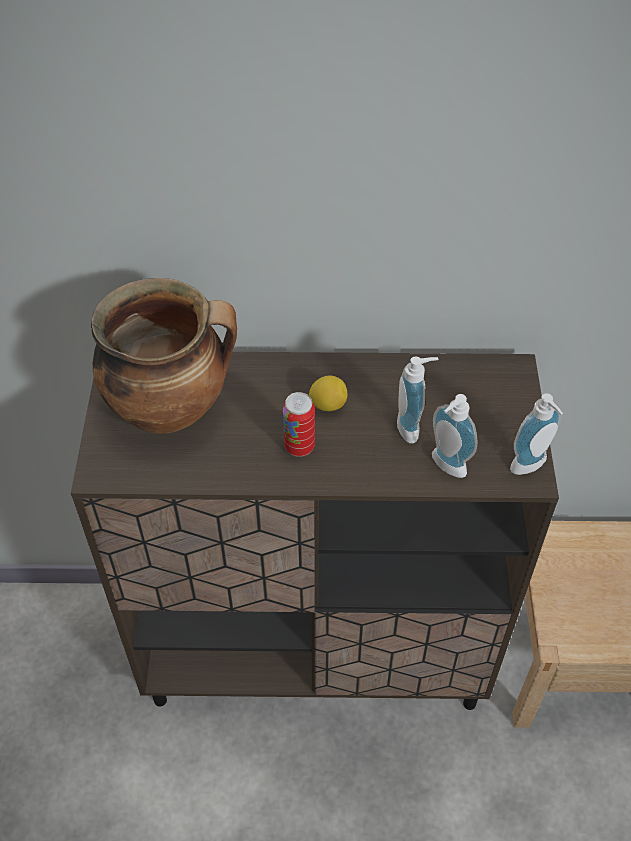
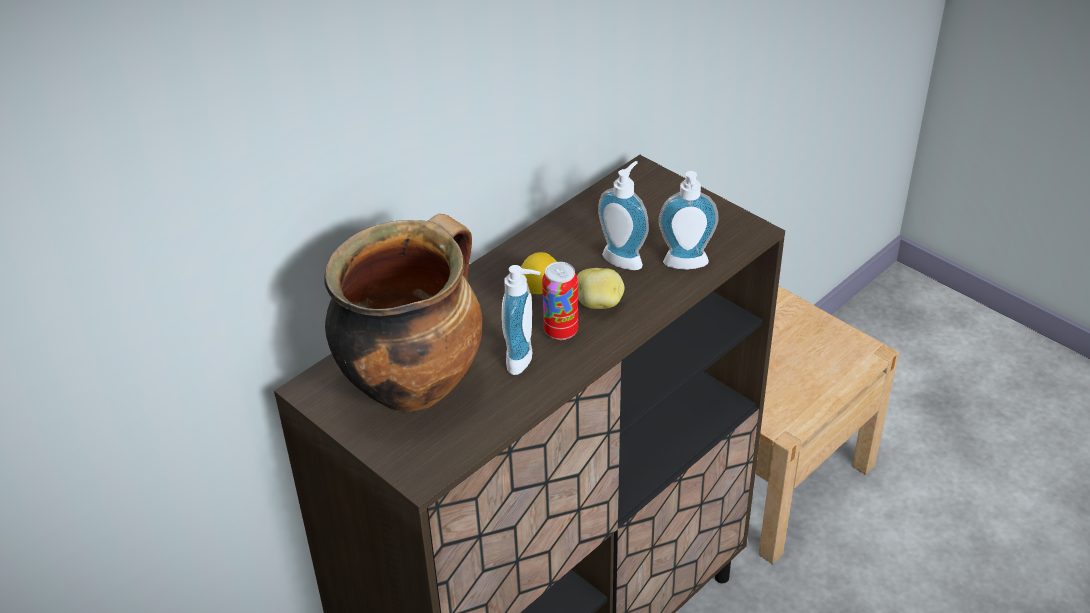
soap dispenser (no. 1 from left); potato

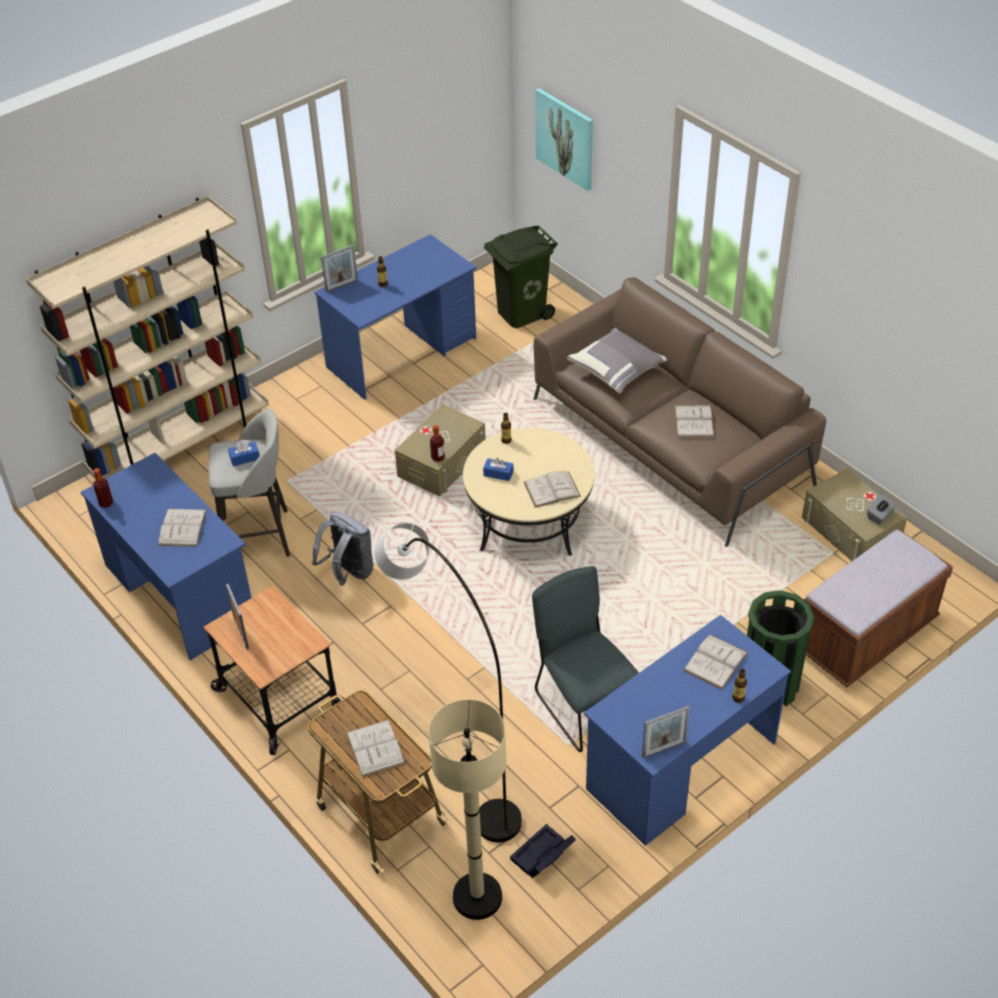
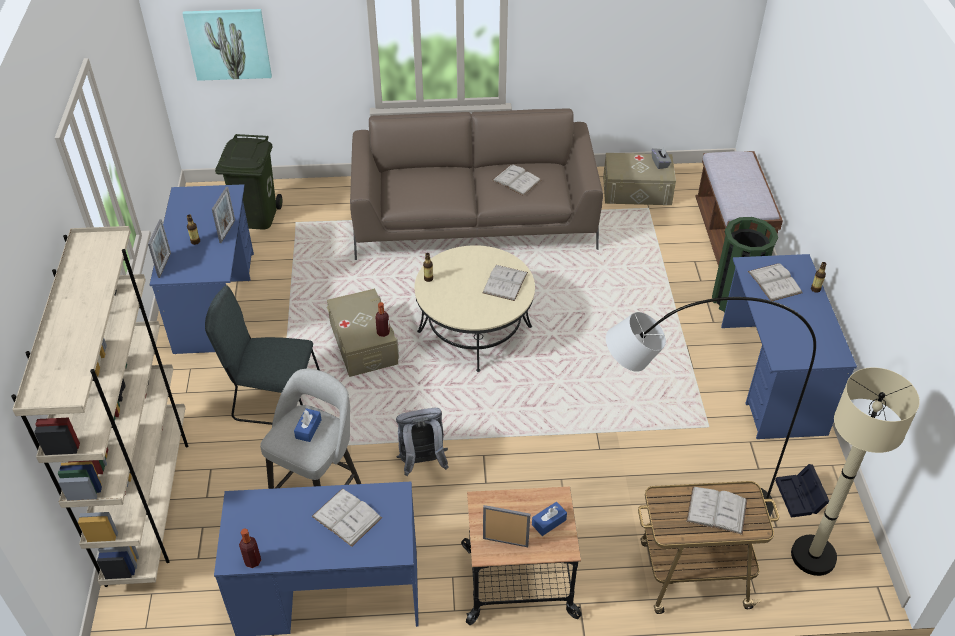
grey chair; picture frame (no. 2 from left); blue tissue box (no. 2 from left); grey pillow

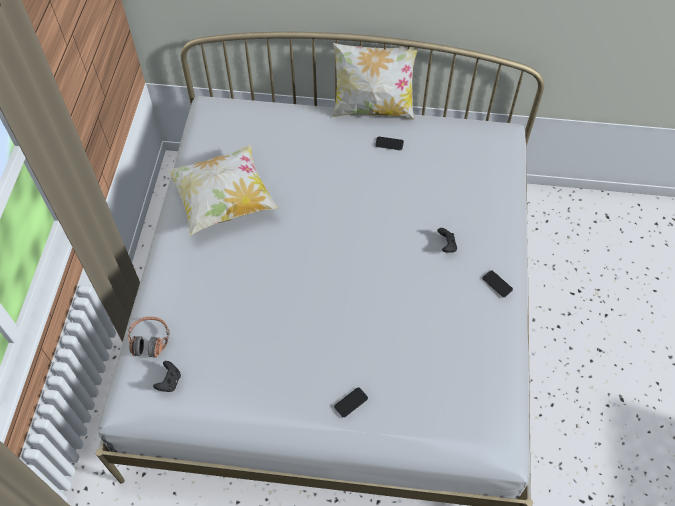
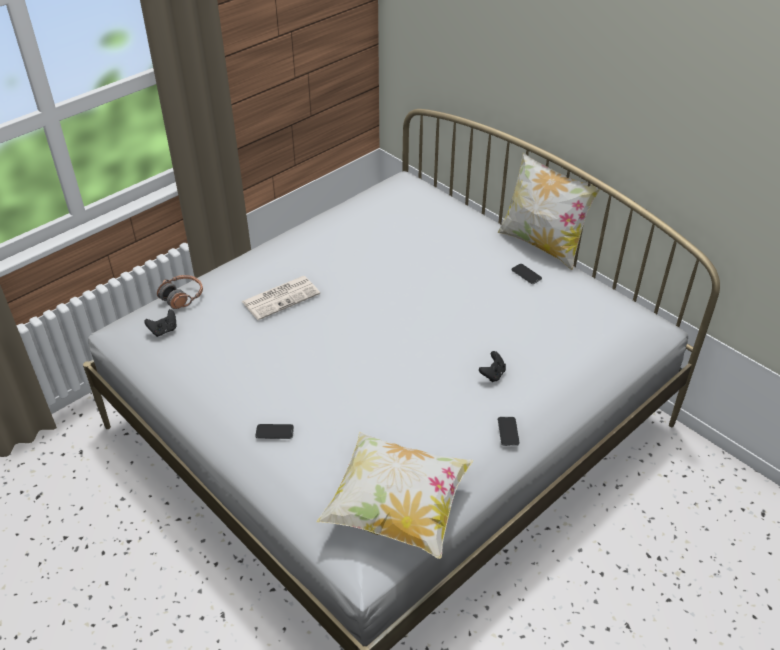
newspaper; pillow (no. 1 from left)

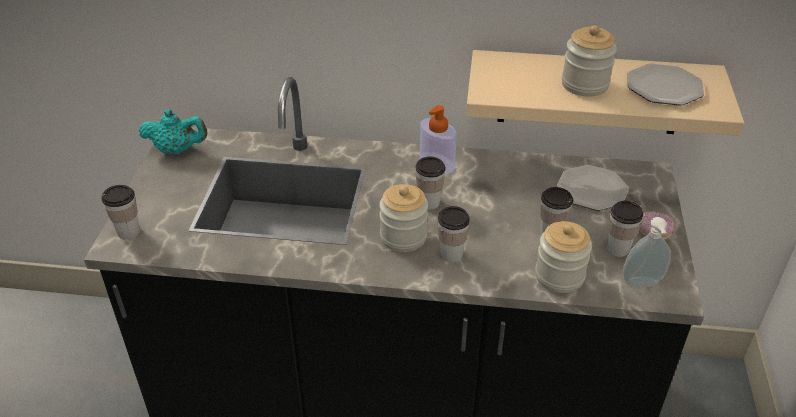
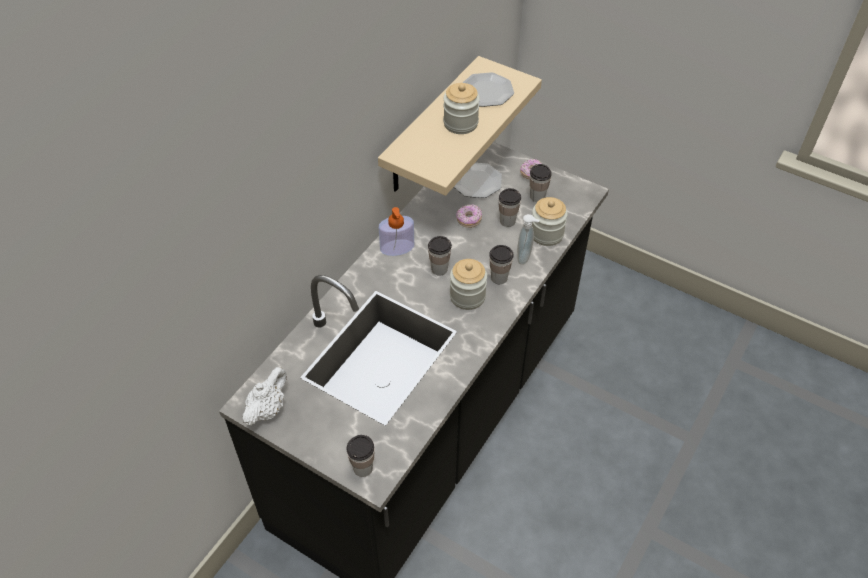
white teapot; donut (no. 1 from left); soap dispenser (no. 2 from left)

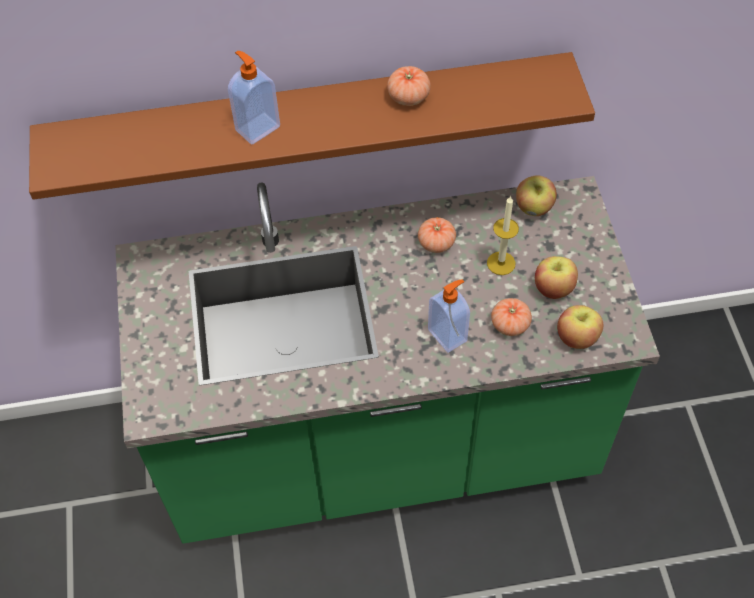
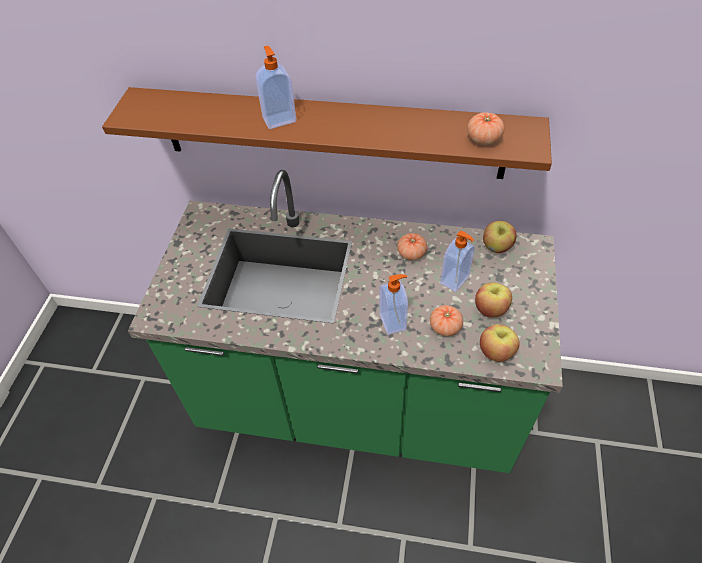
soap dispenser (no. 3 from left); tomato (no. 3 from left)

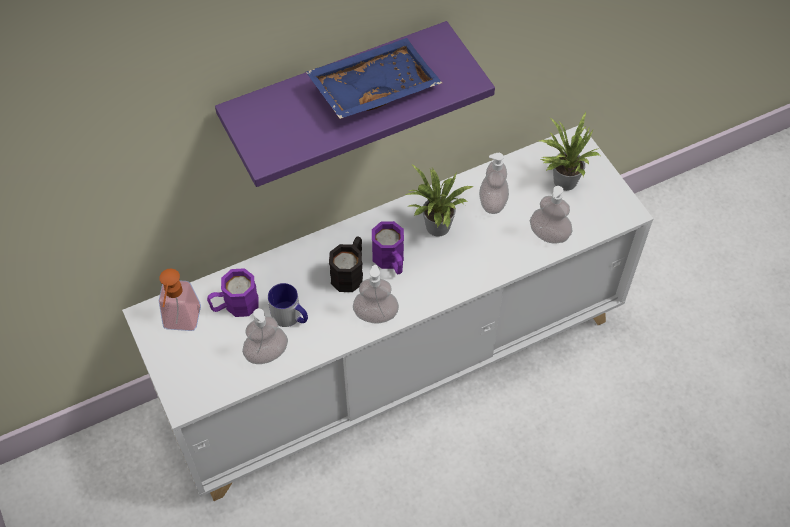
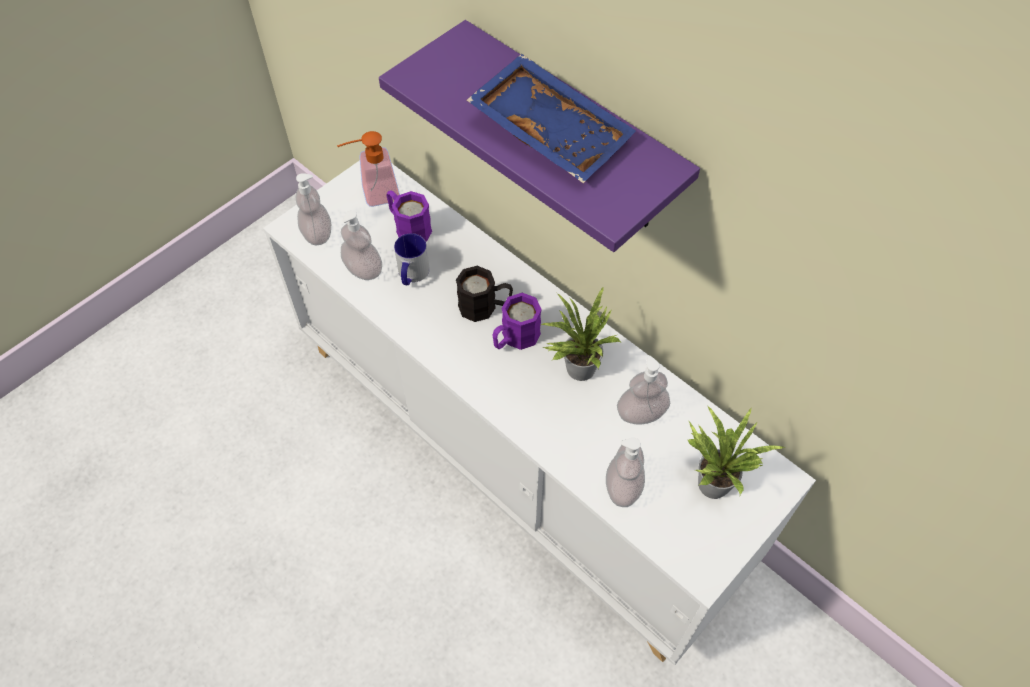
soap dispenser (no. 1 from left)

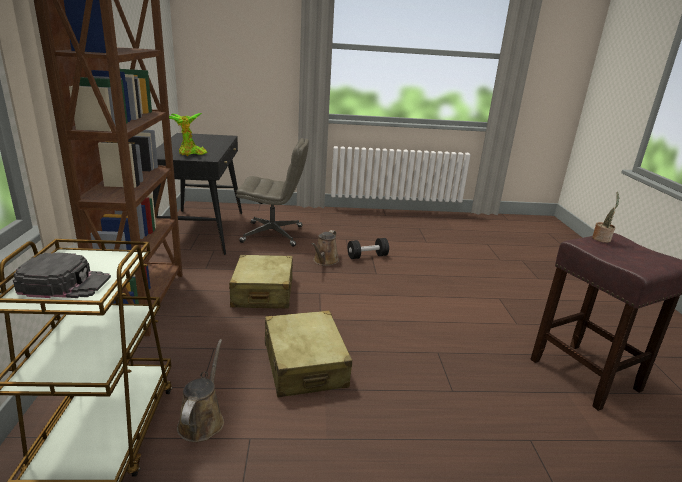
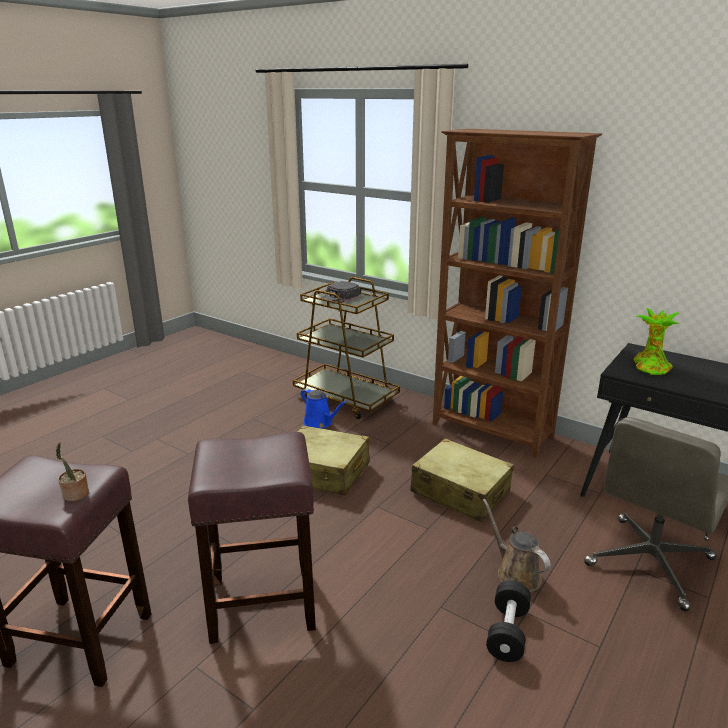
brown stool (no. 2 from left); blue watering can

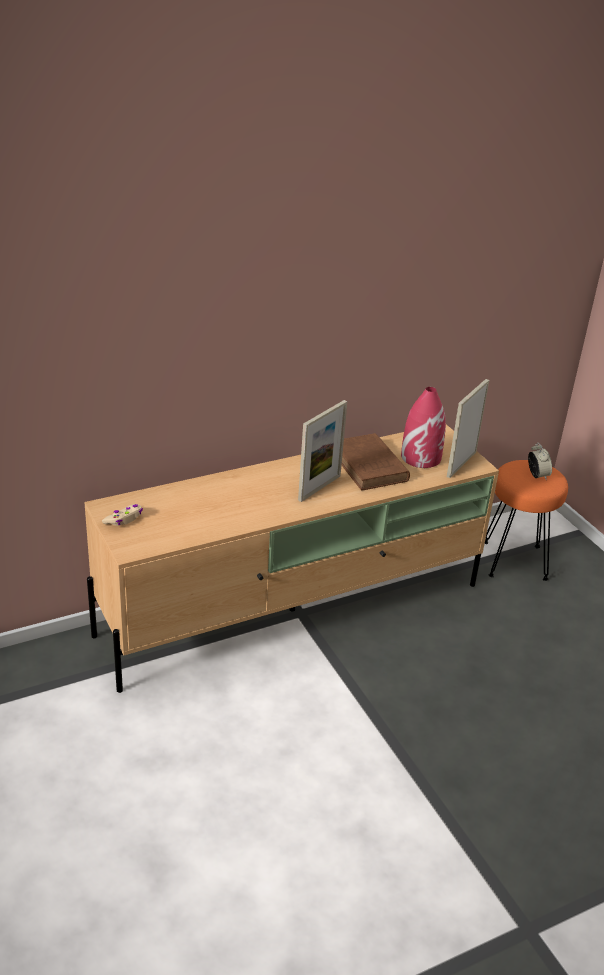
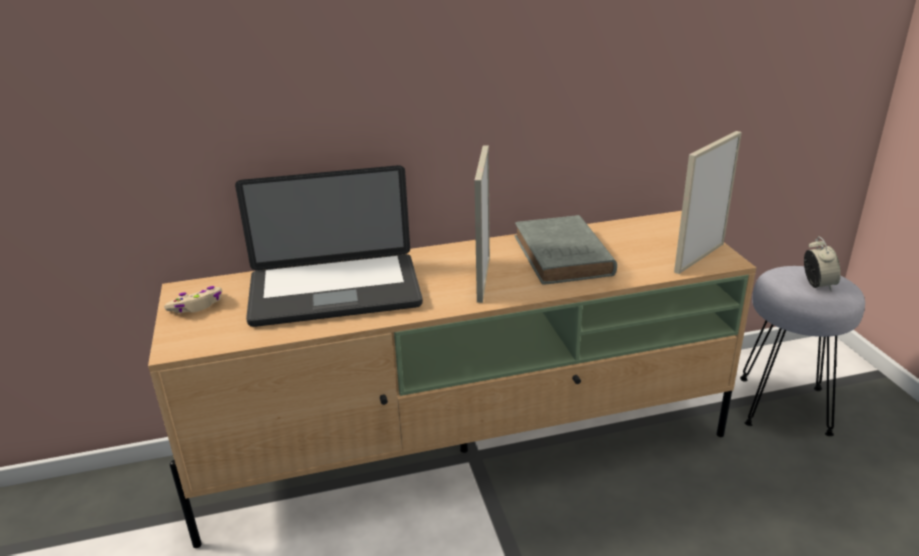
laptop; picture frame (no. 1 from left); grey book; grey stool; red vase

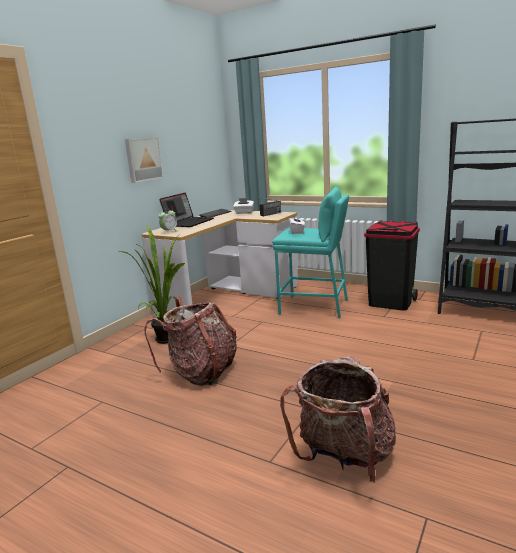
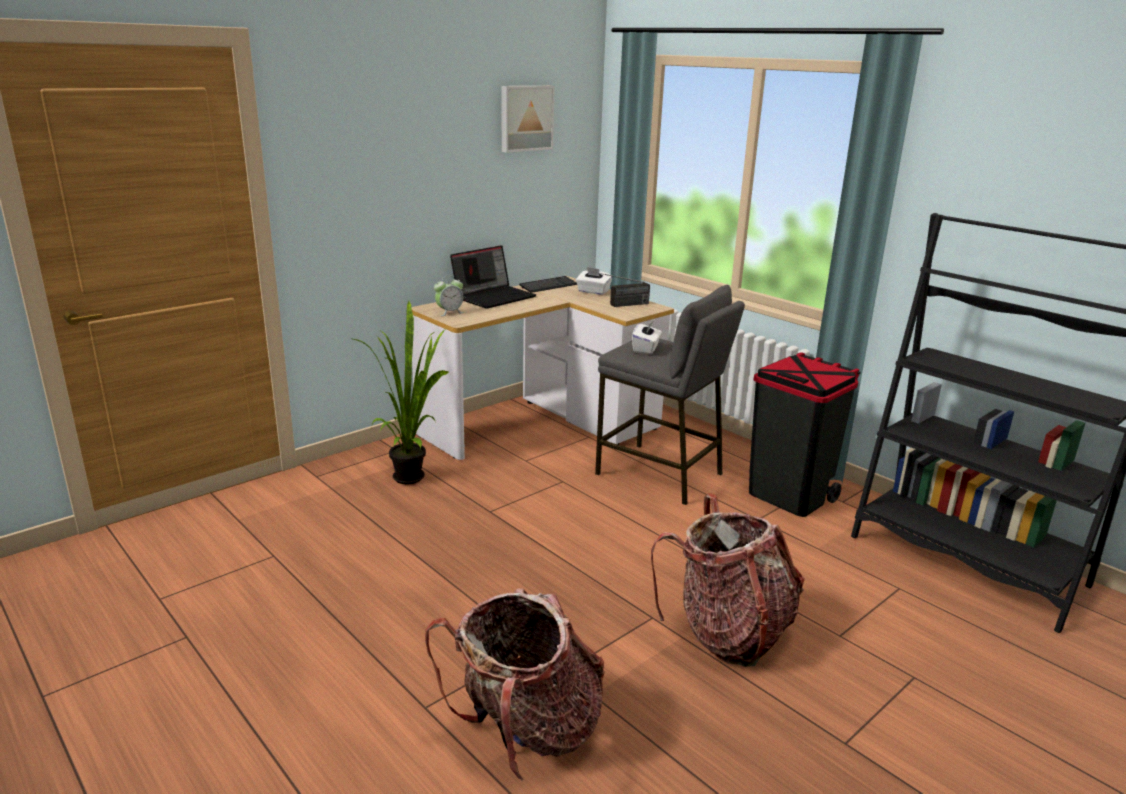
picture; grey stool; backpack (no. 2 from left)

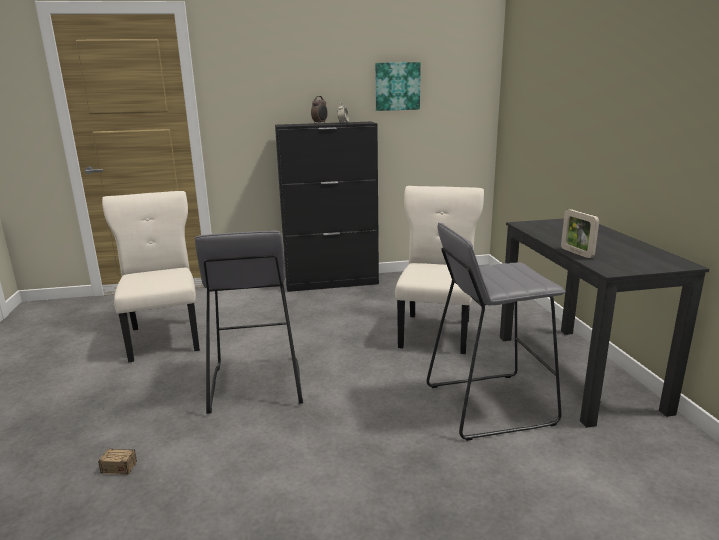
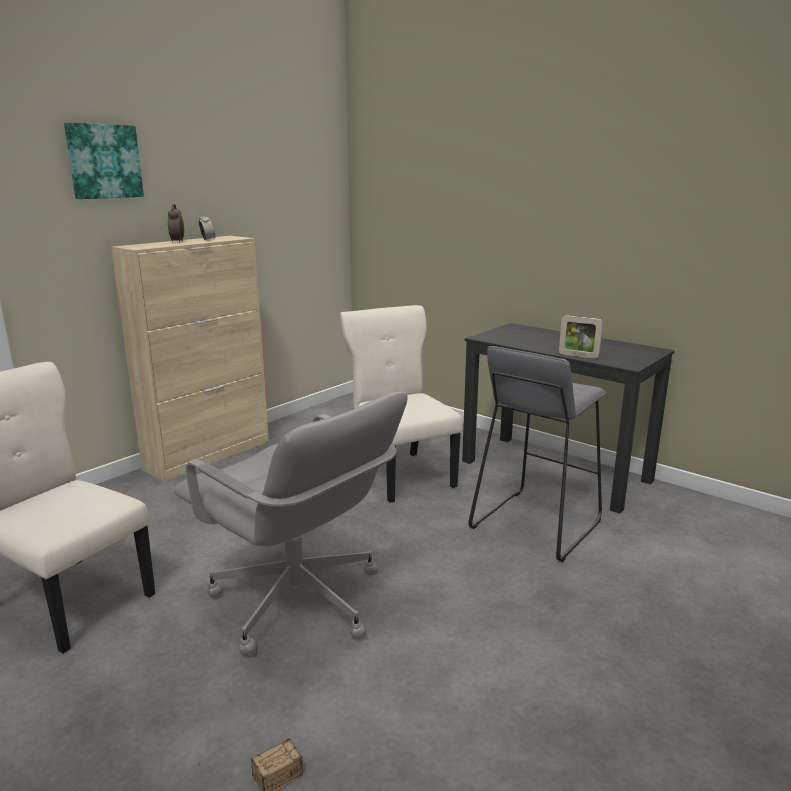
picture; beige cabinet; grey office chair

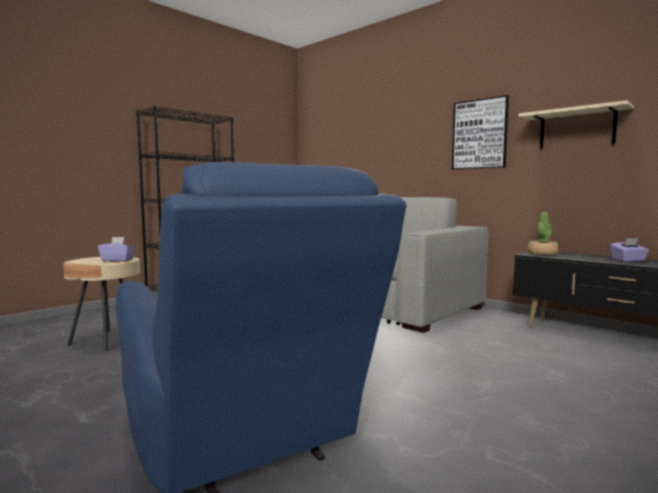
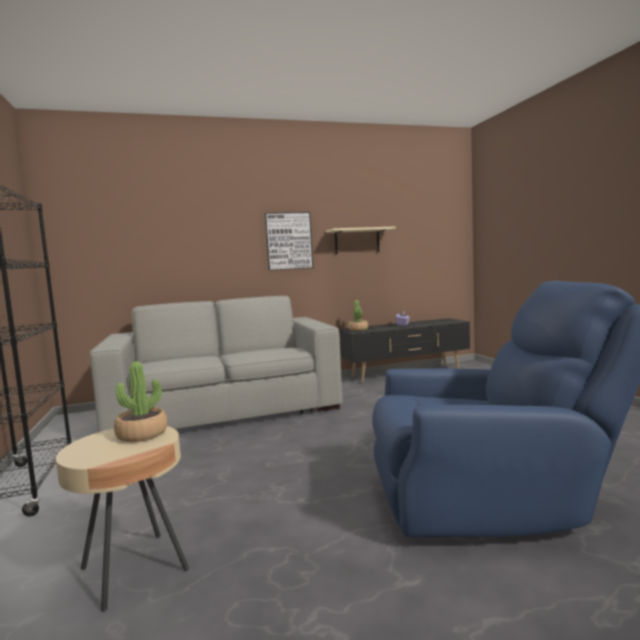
potted plant (no. 1 from left)

